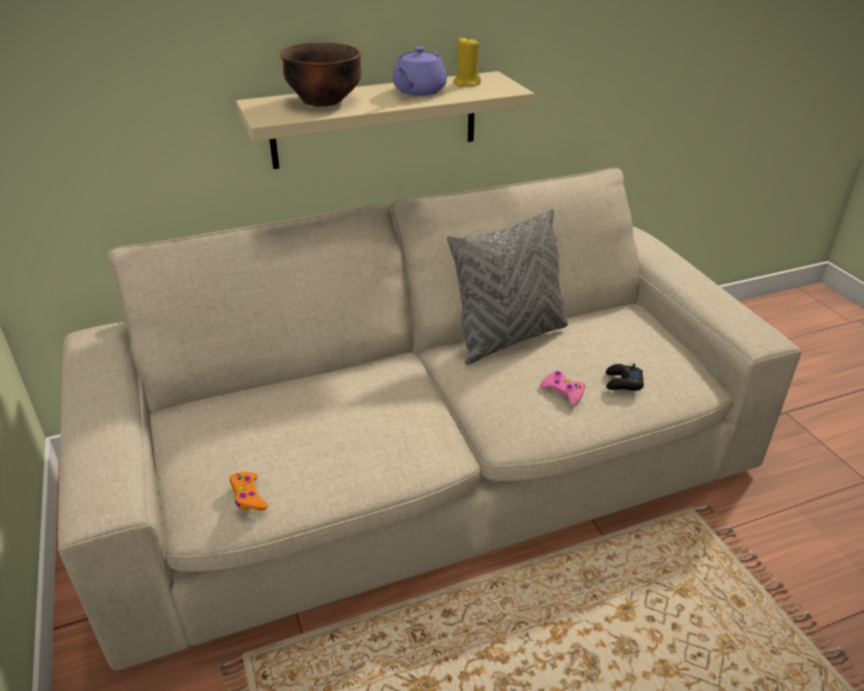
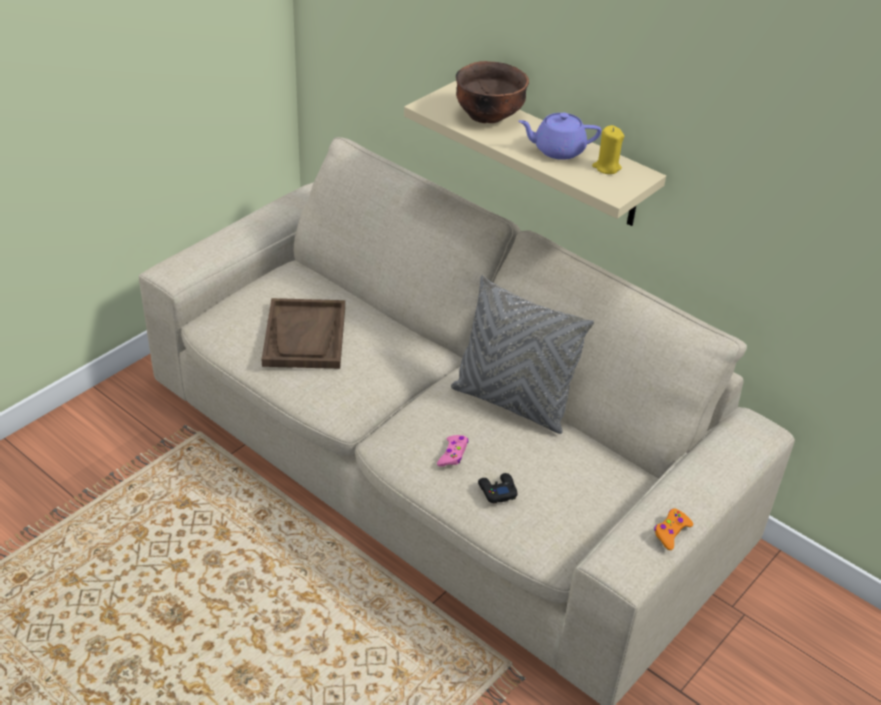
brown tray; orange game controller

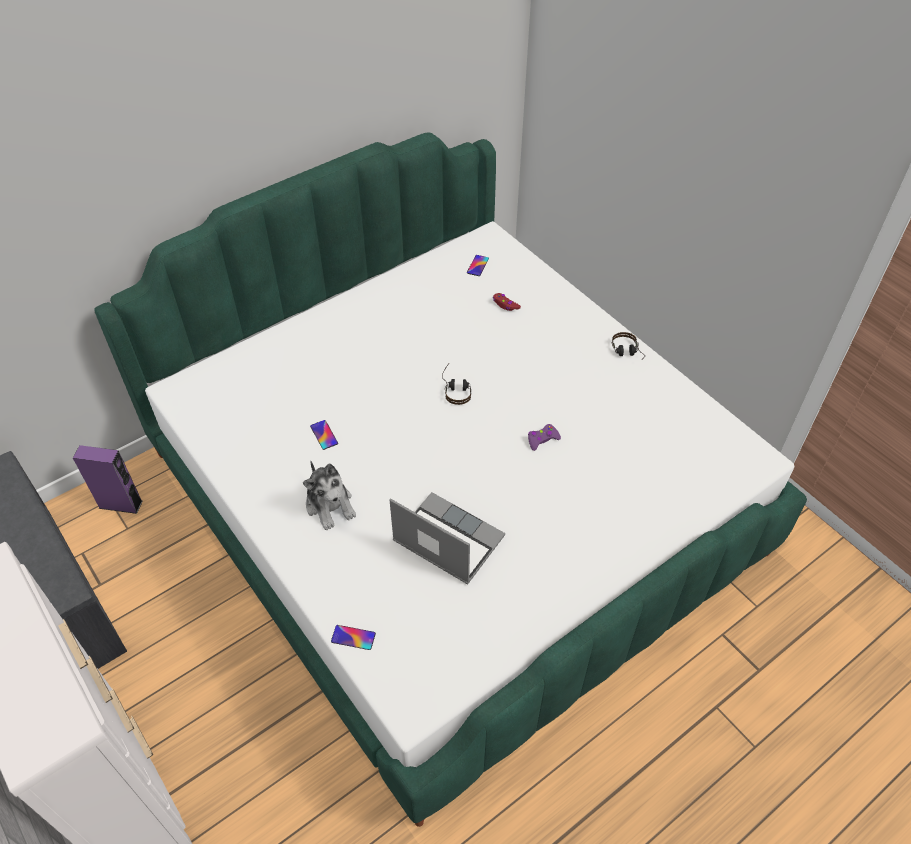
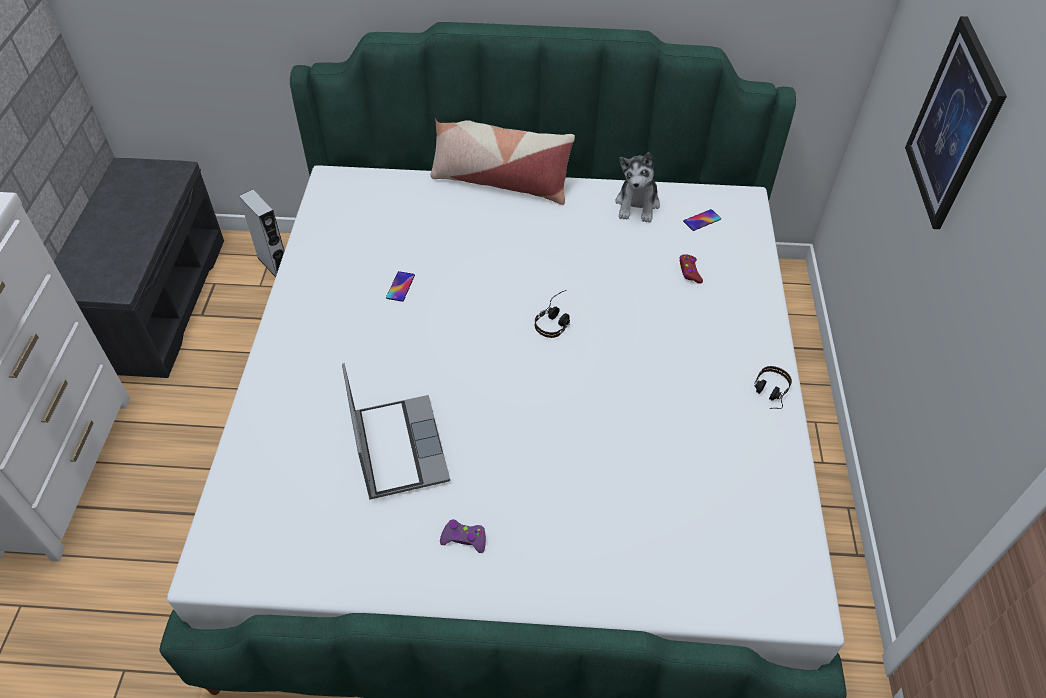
grey speaker; pillow; purple game controller; plush toy; picture; phone (no. 2 from left in the first image)

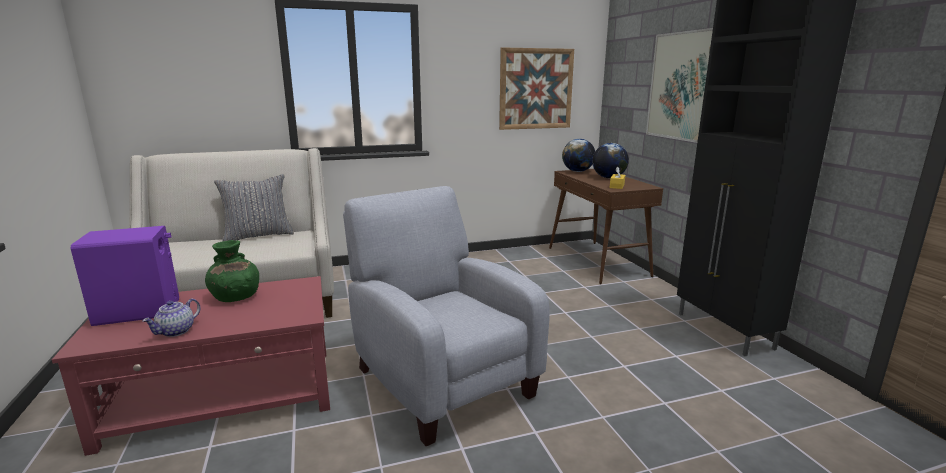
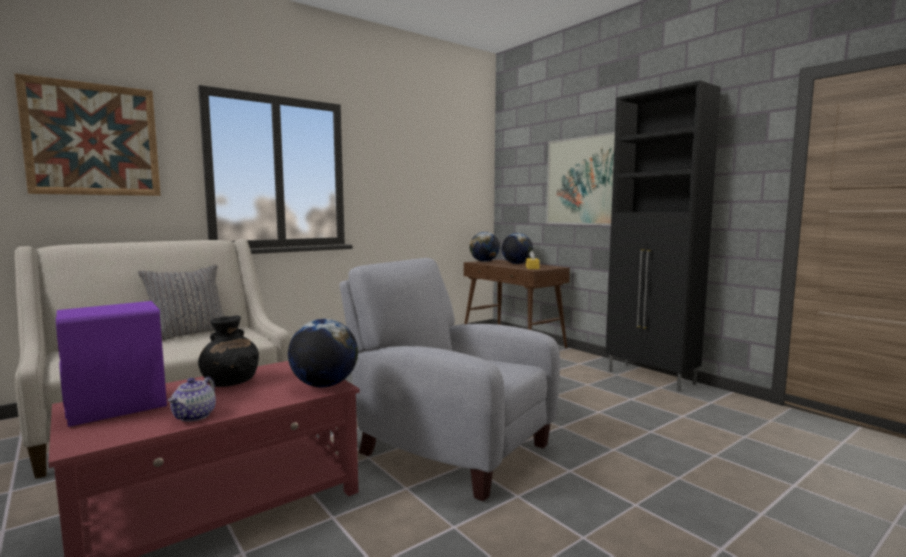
picture (no. 1 from left); black vase; globe (no. 1 from left)

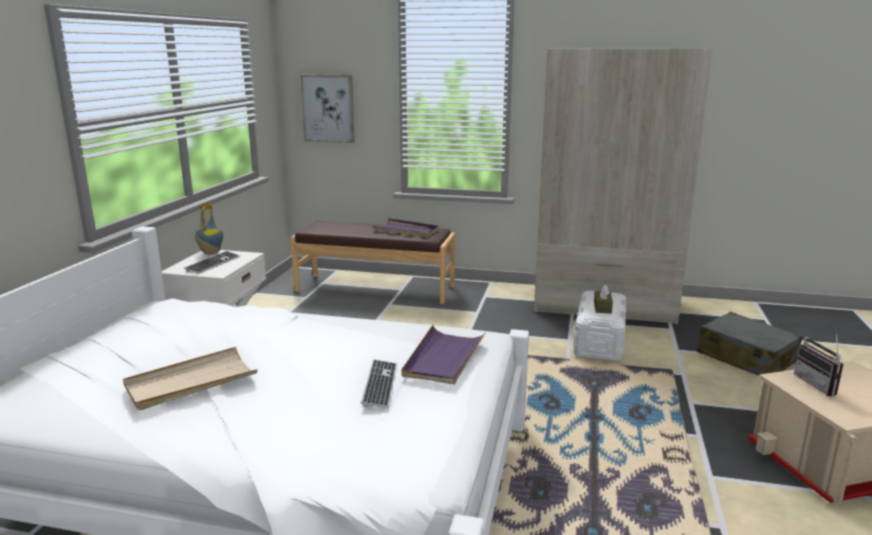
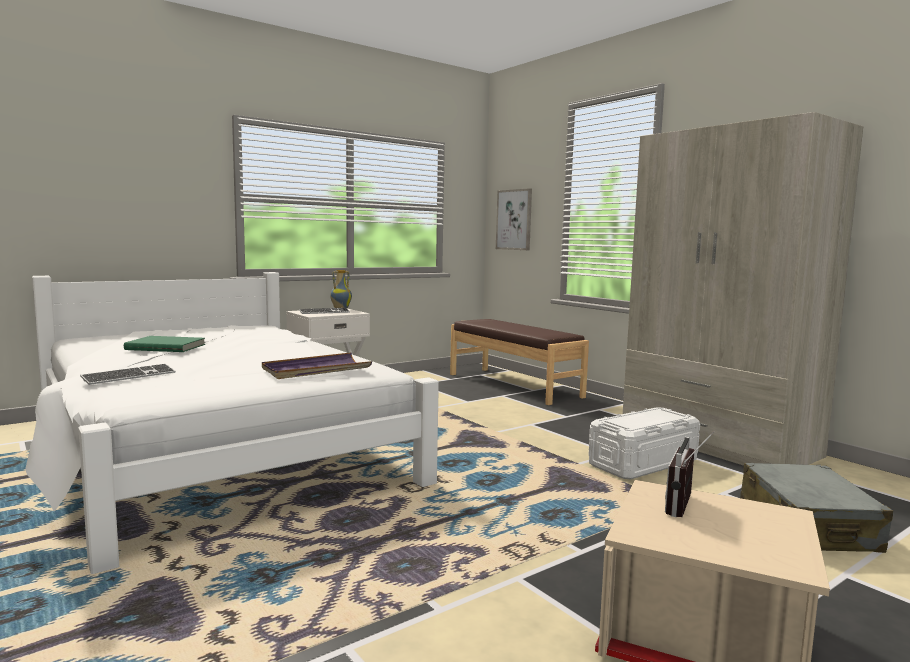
keyboard (no. 1 from left); green book; purple tray (no. 1 from left in the first image); brown tissue box

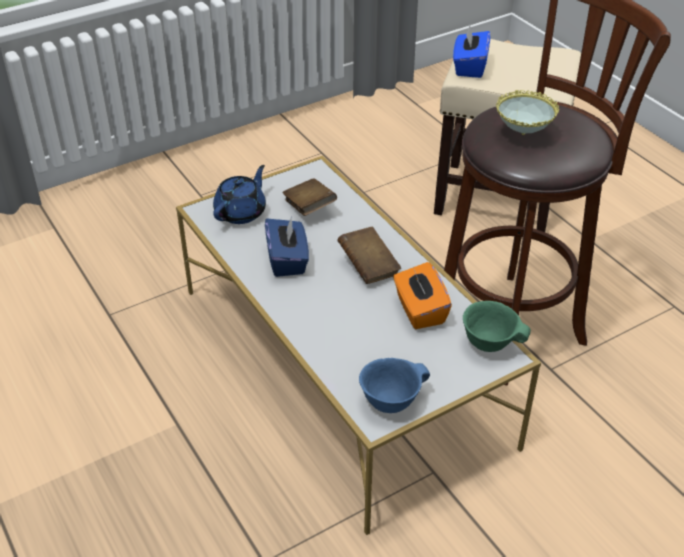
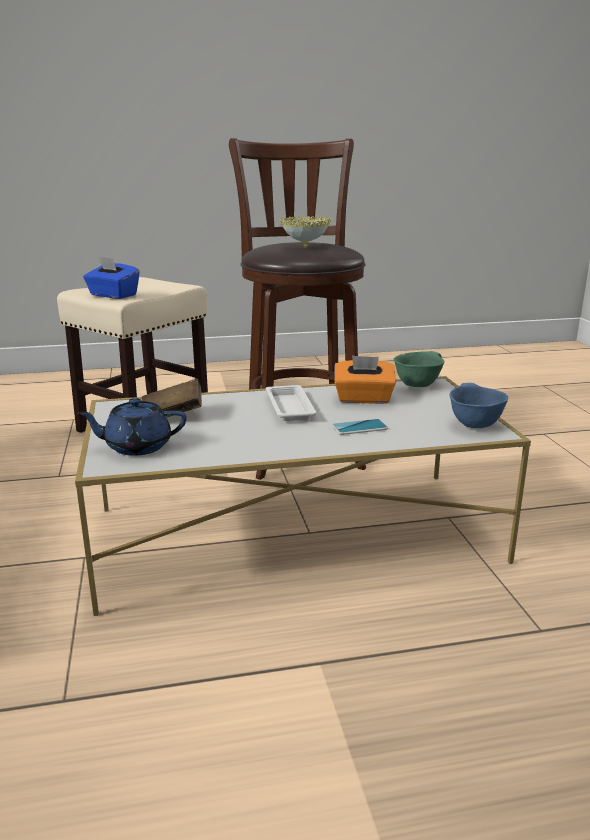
blue teapot; white tray; phone; blue tissue box (no. 1 from left in the first image)

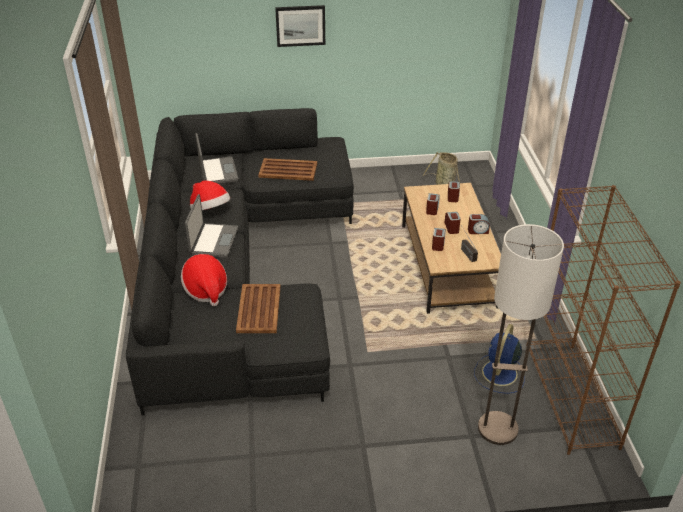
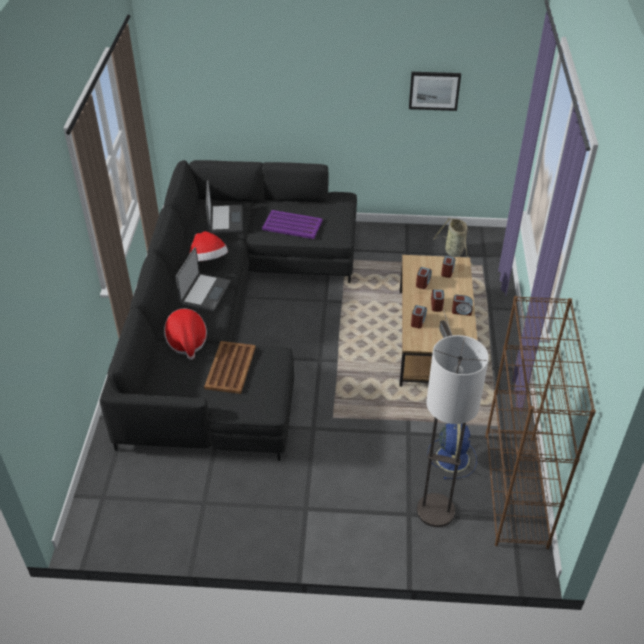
purple tray; picture; blue fan

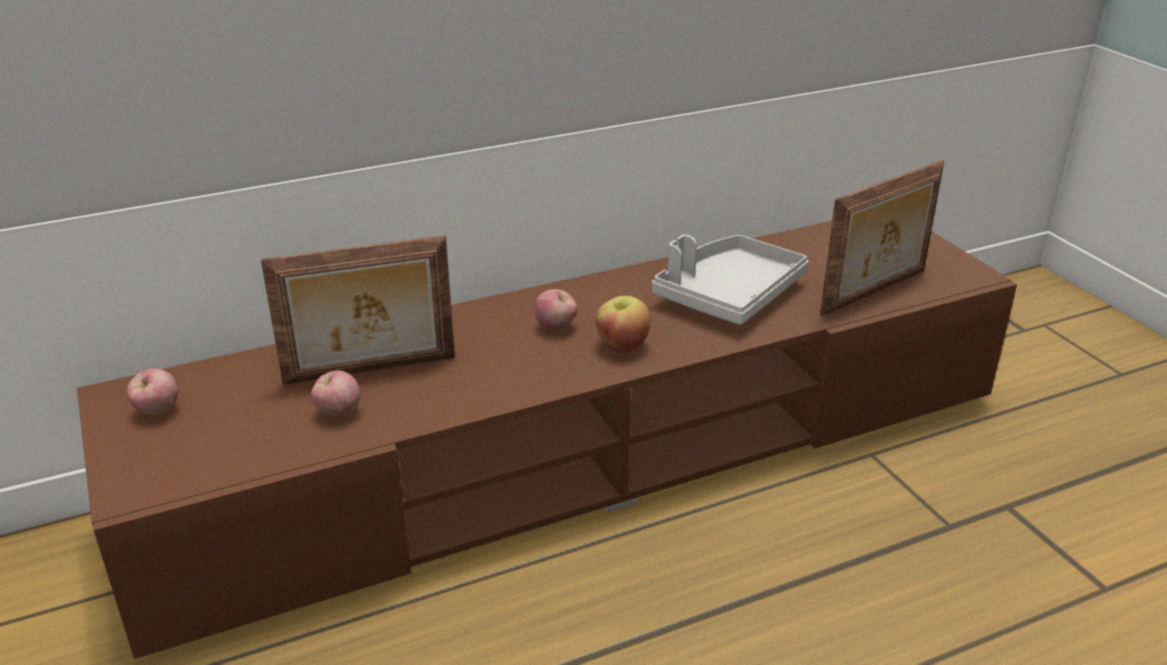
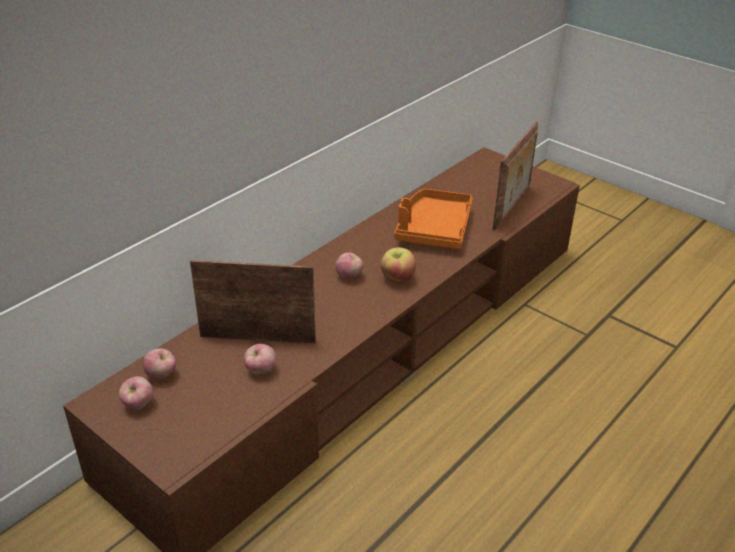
apple (no. 2 from left); picture frame (no. 1 from left); orange tray

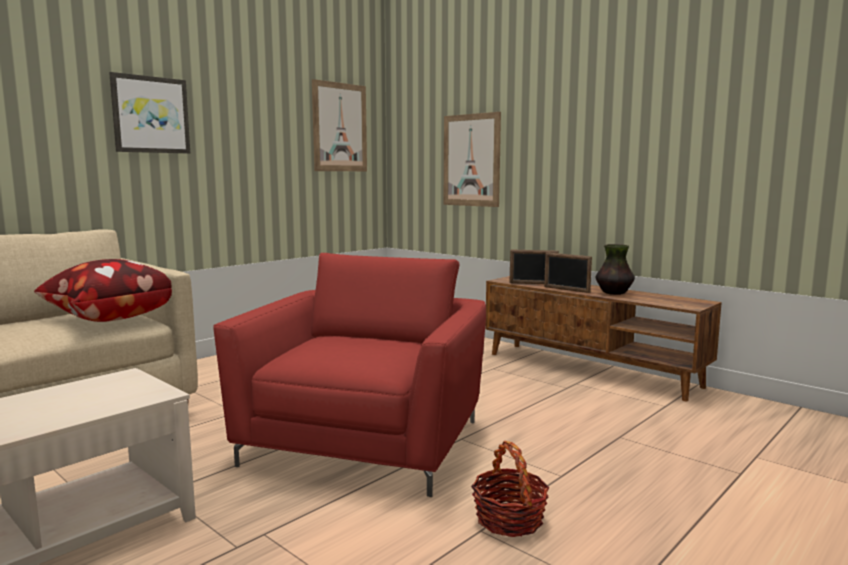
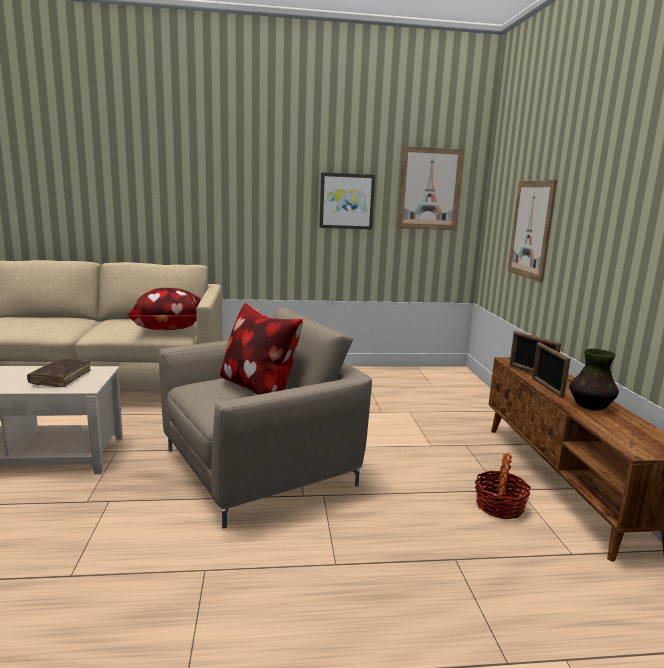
brown book; beige armchair; pillow (no. 2 from left); picture (no. 1 from left); basket

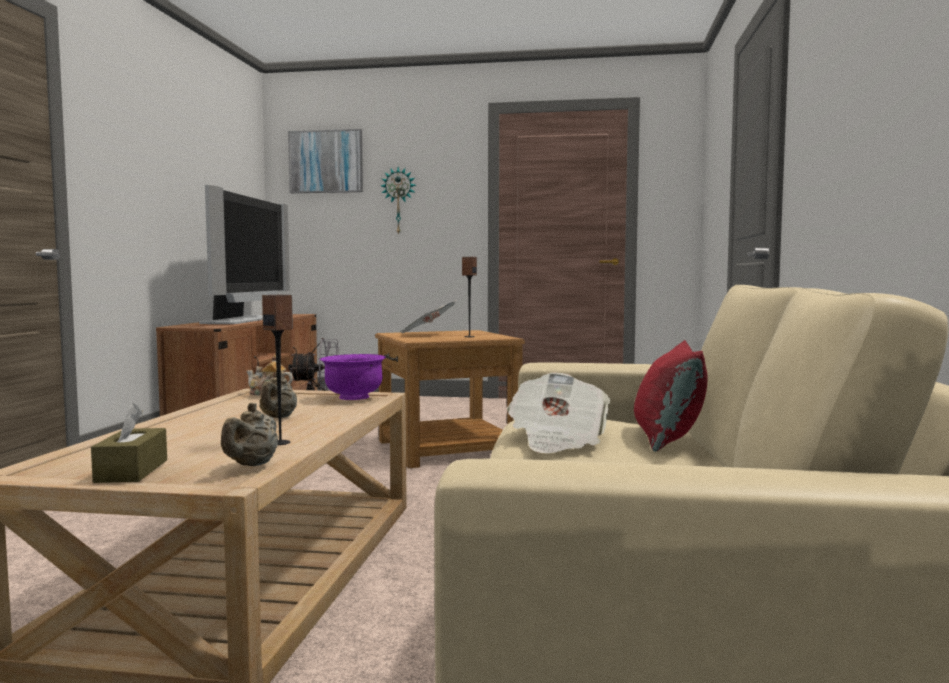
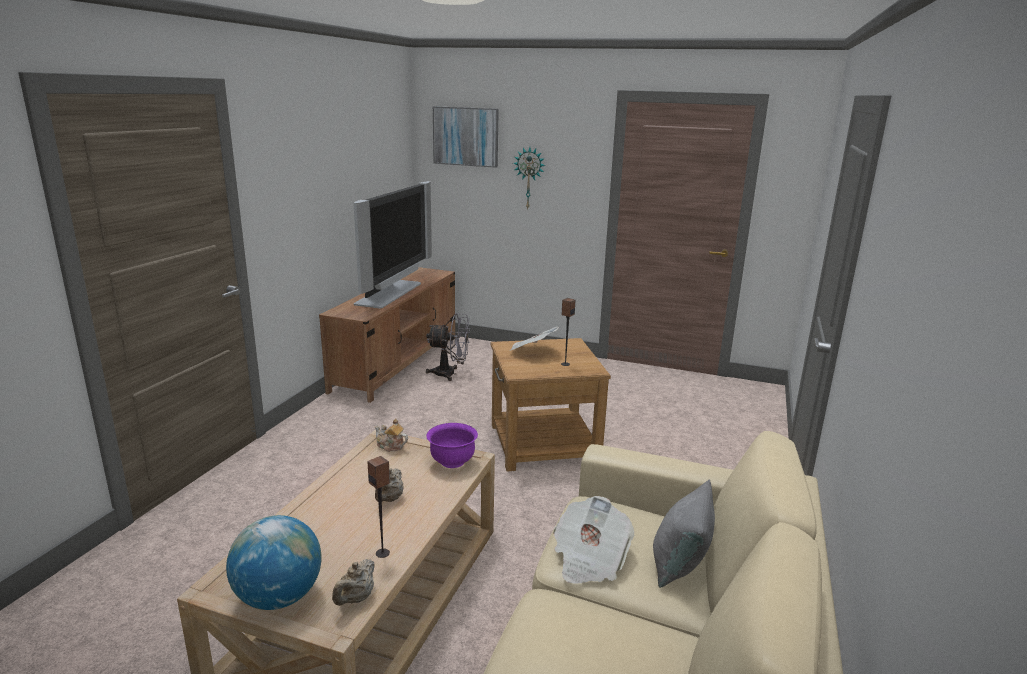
globe; grey pillow

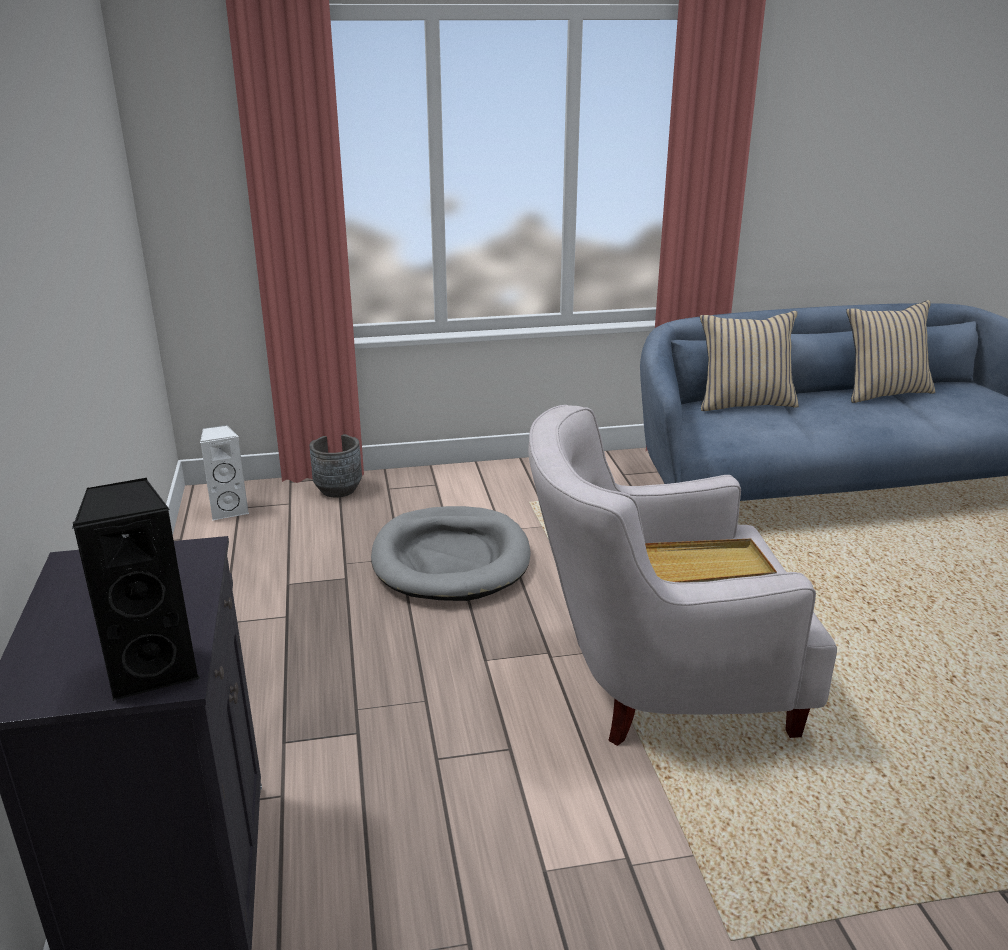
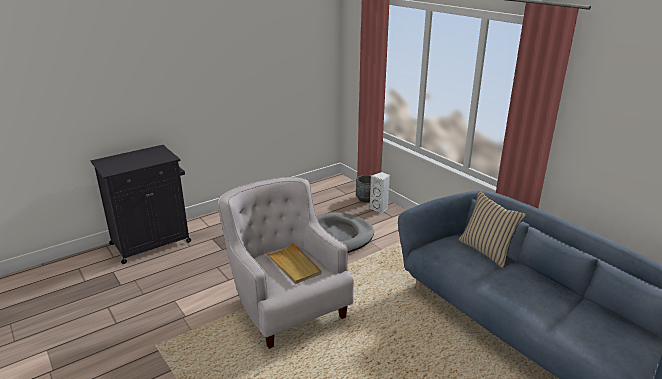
white speaker; black speaker; beige pillow (no. 2 from left in the first image)

